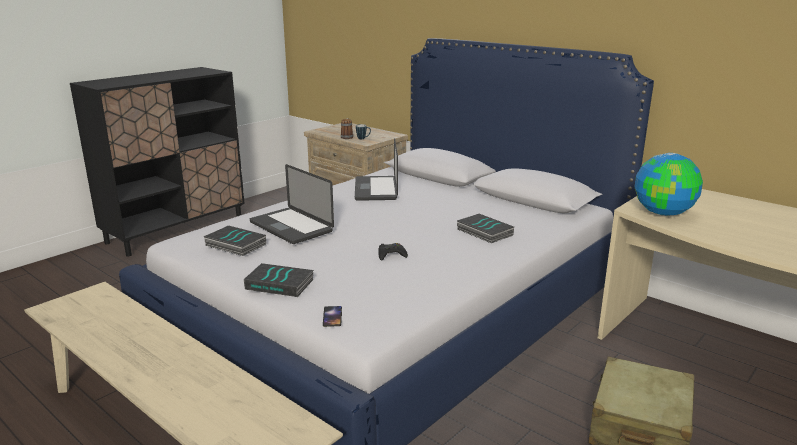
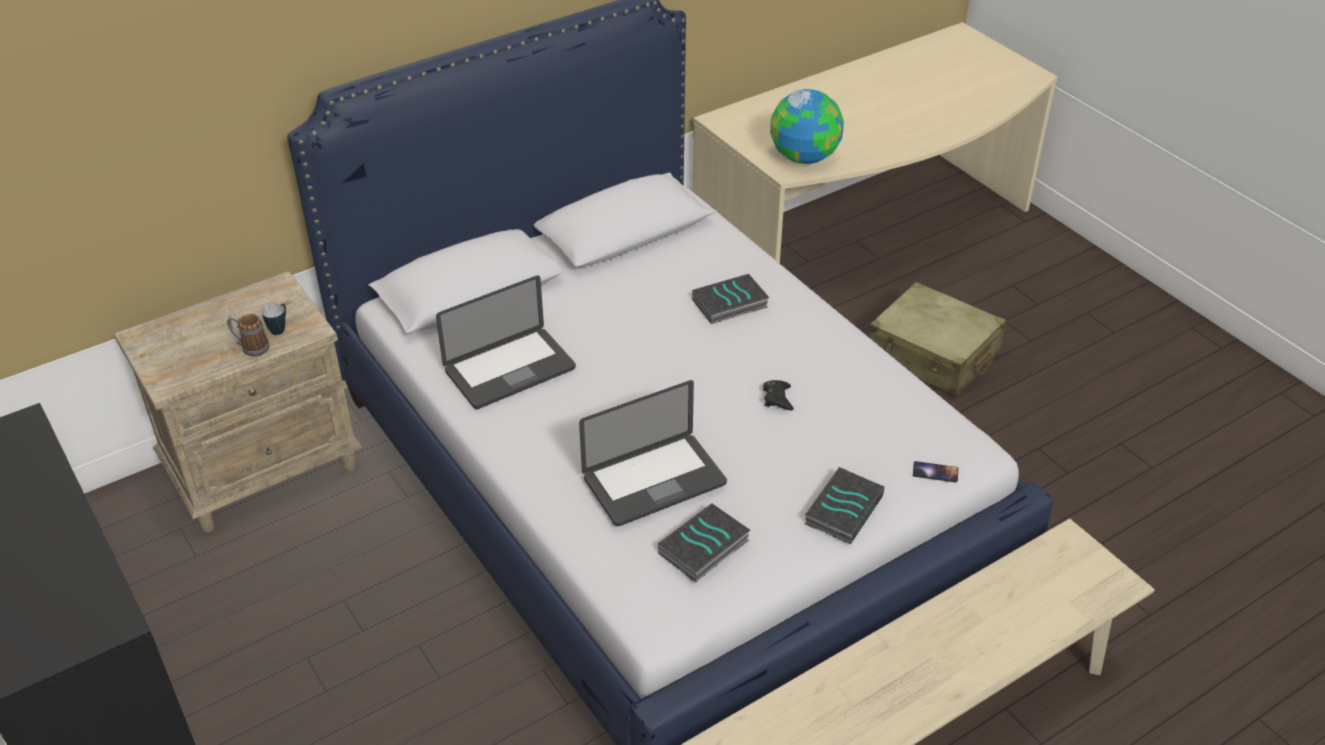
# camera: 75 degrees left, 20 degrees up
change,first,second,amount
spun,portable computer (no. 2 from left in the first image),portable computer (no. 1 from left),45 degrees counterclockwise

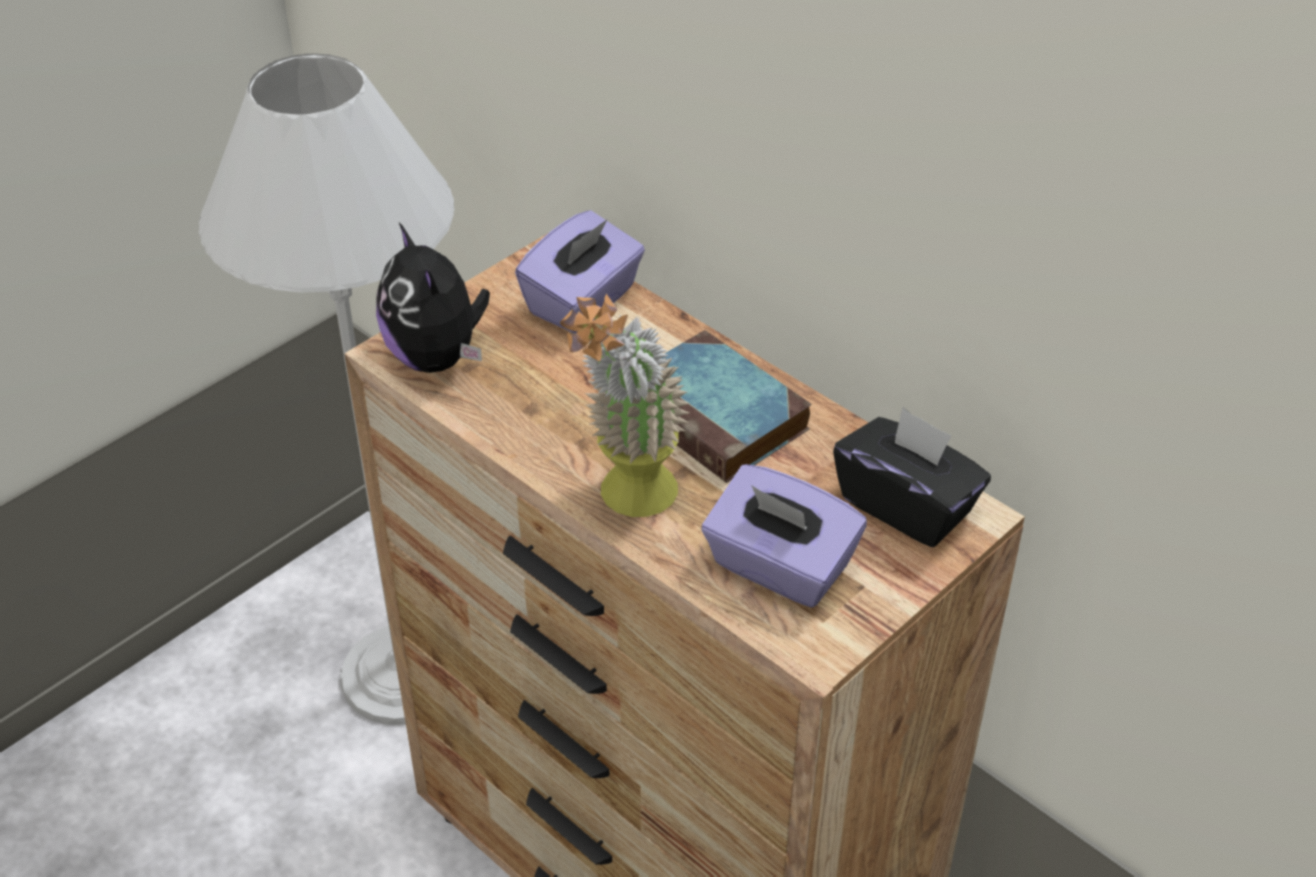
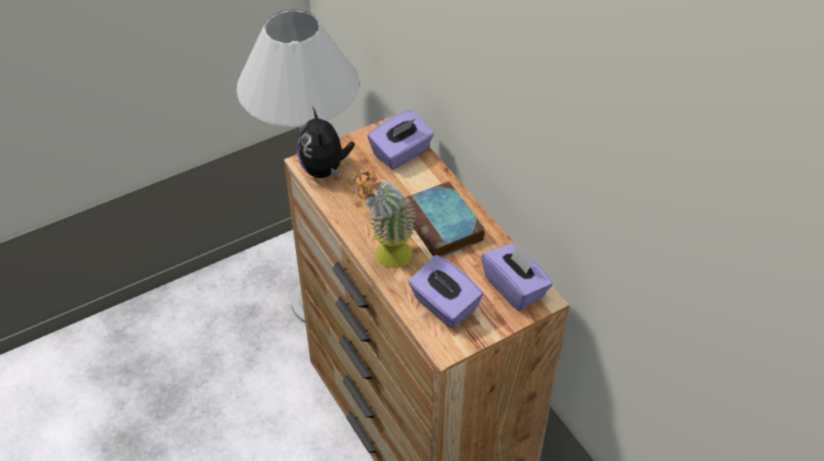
# camera: 15 degrees right, 5 degrees up
change,first,second,amount
colour,tissue holder (blackish),tissue holder (purple) (no. 3 from left),

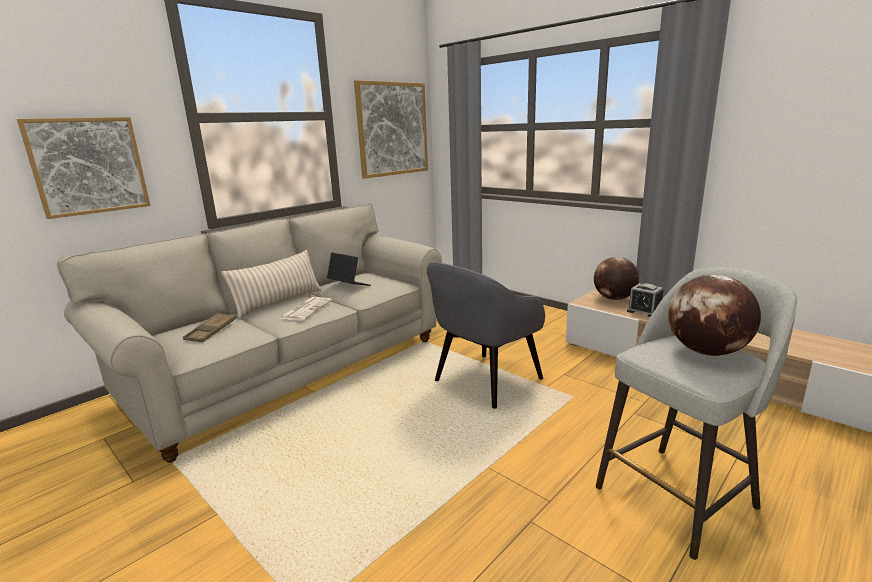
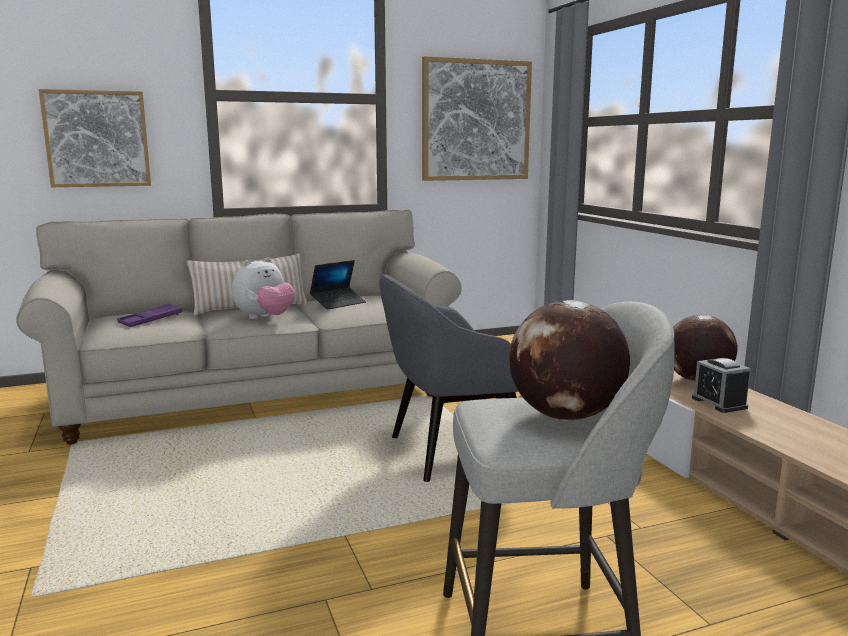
# camera: 25 degrees right, 5 degrees down
change,first,second,amount
colour,serving tray (brown-coloured),serving tray (purple),
exchanged,newspaper,plush toy,
spun,portable computer,,75 degrees clockwise

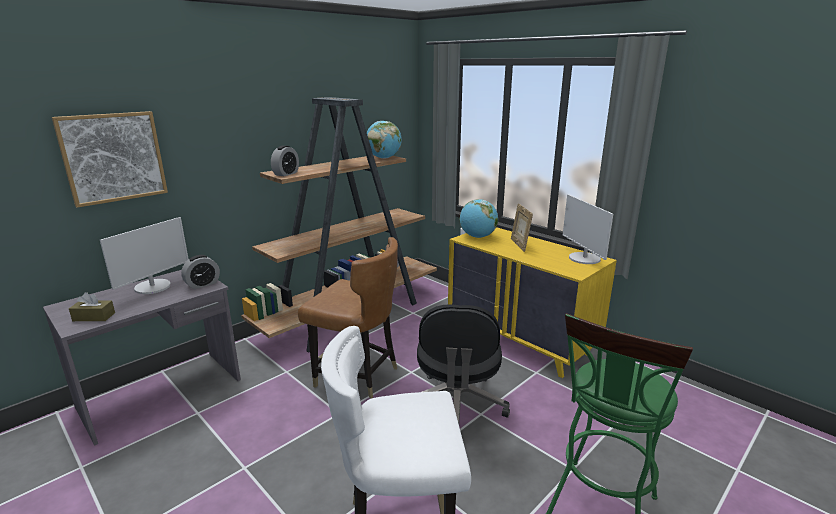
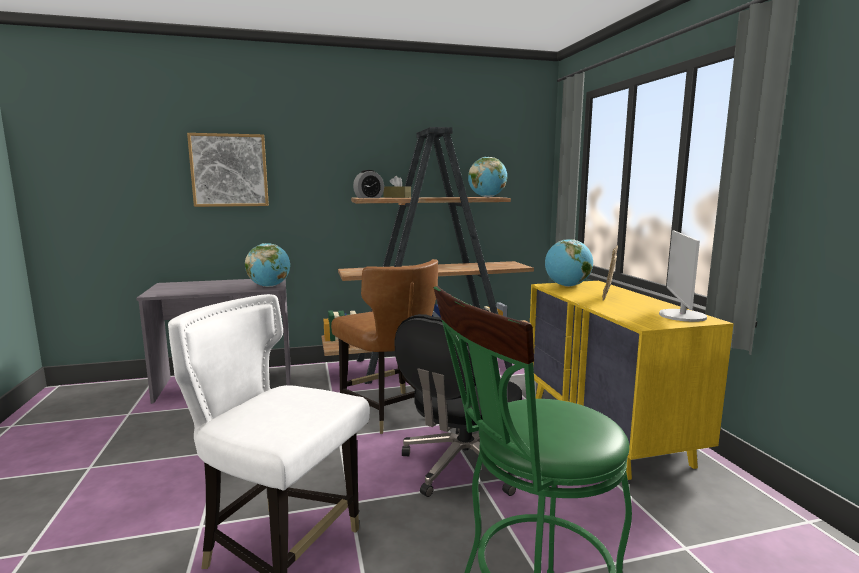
# camera: 30 degrees right, 10 degrees down
change,first,second,amount
exchanged,alarm clock (no. 1 from left),desk globe (no. 1 from left),
relocated,tissue holder (brown-coloured),,
missing,computer display (no. 1 from left),,

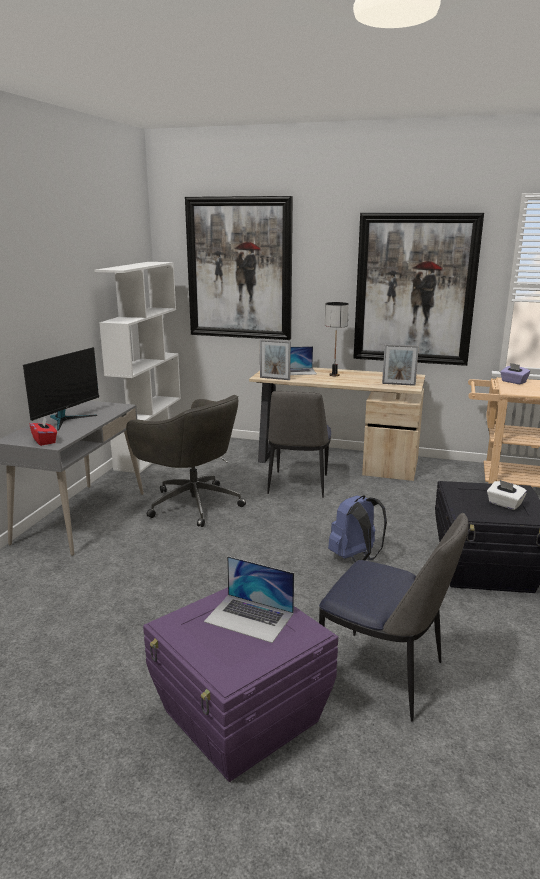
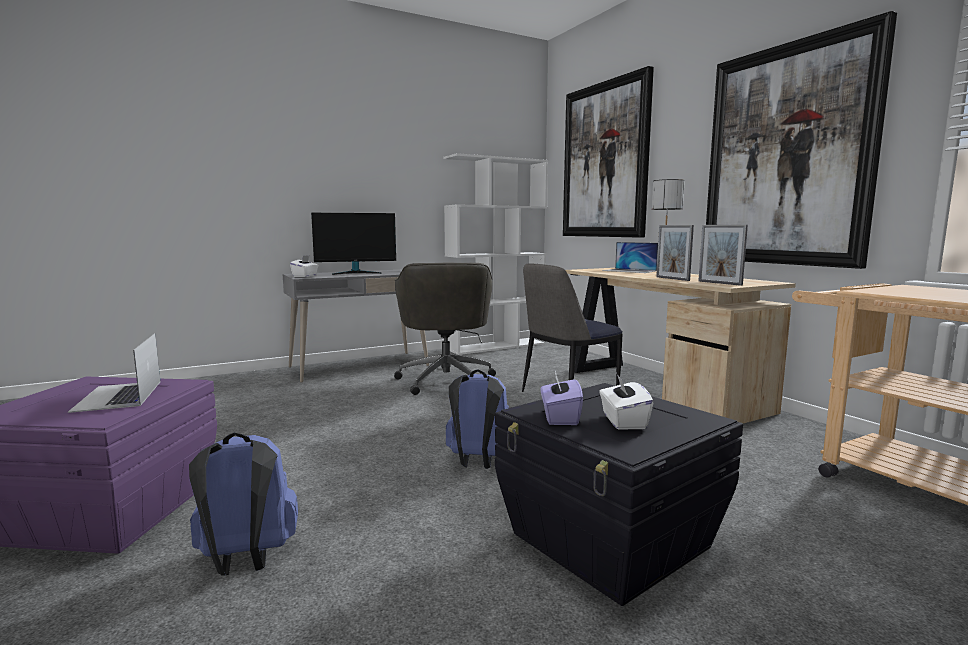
# camera: 45 degrees right, 10 degrees down
change,first,second,amount
exchanged,upright chair (no. 2 from left),rucksack (blue-coloured) (no. 1 from left),
colour,tissue holder (red),tissue holder (white) (no. 1 from left),
relocated,tissue holder (purple),,
relocated,standing frame (no. 1 from left),,

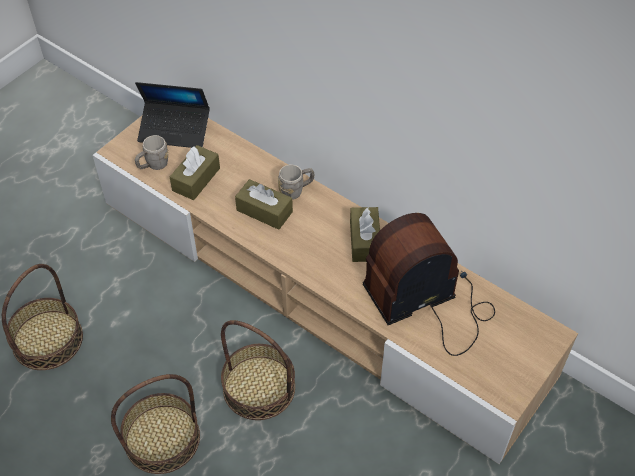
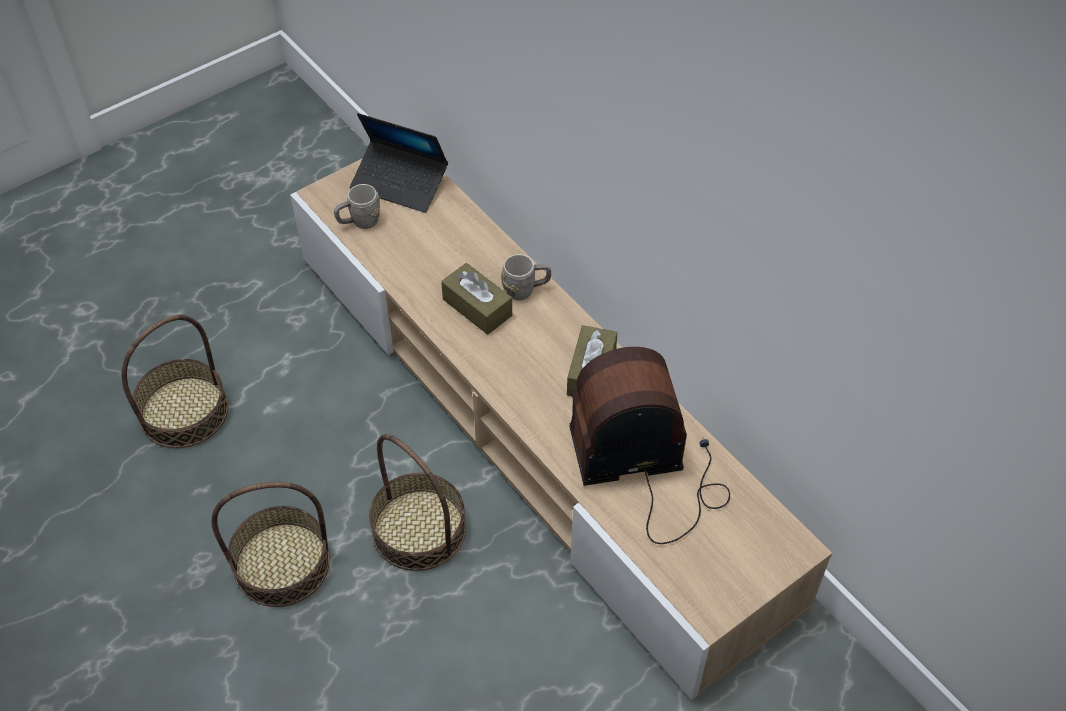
# camera: 15 degrees right, 0 degrees up
change,first,second,amount
missing,tissue holder (brown-coloured) (no. 1 from left),,

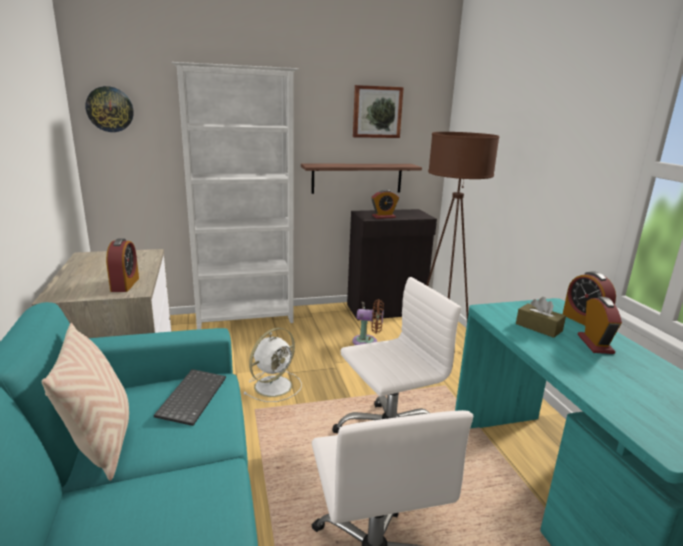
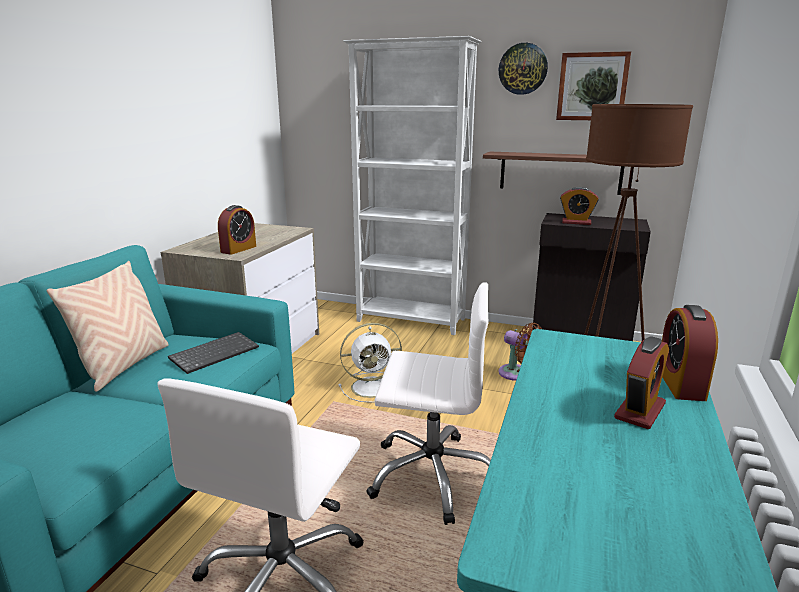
# camera: 35 degrees right, 0 degrees up
change,first,second,amount
relocated,hanging clock,,
missing,tissue holder (brown-coloured),,

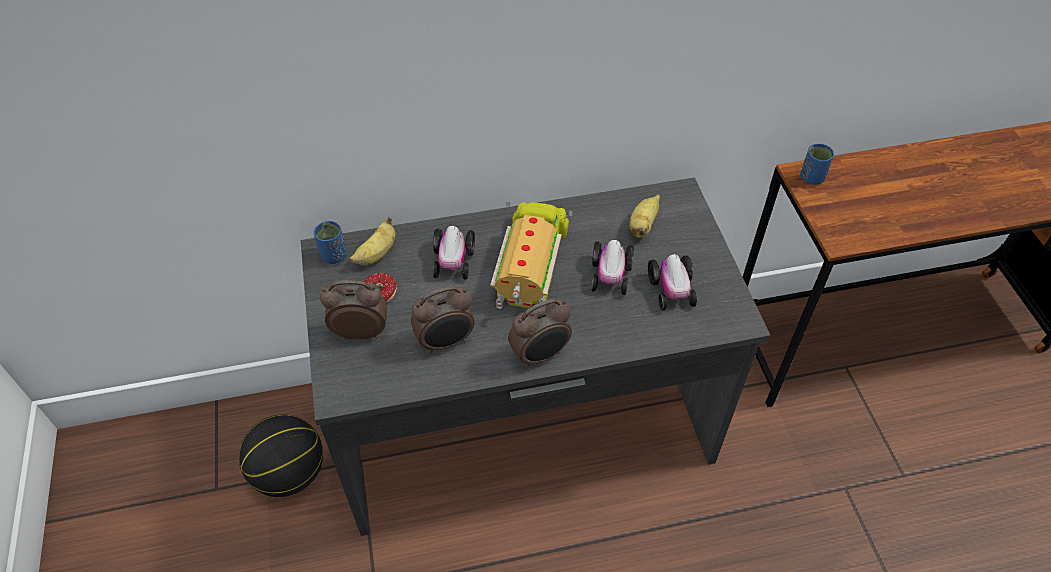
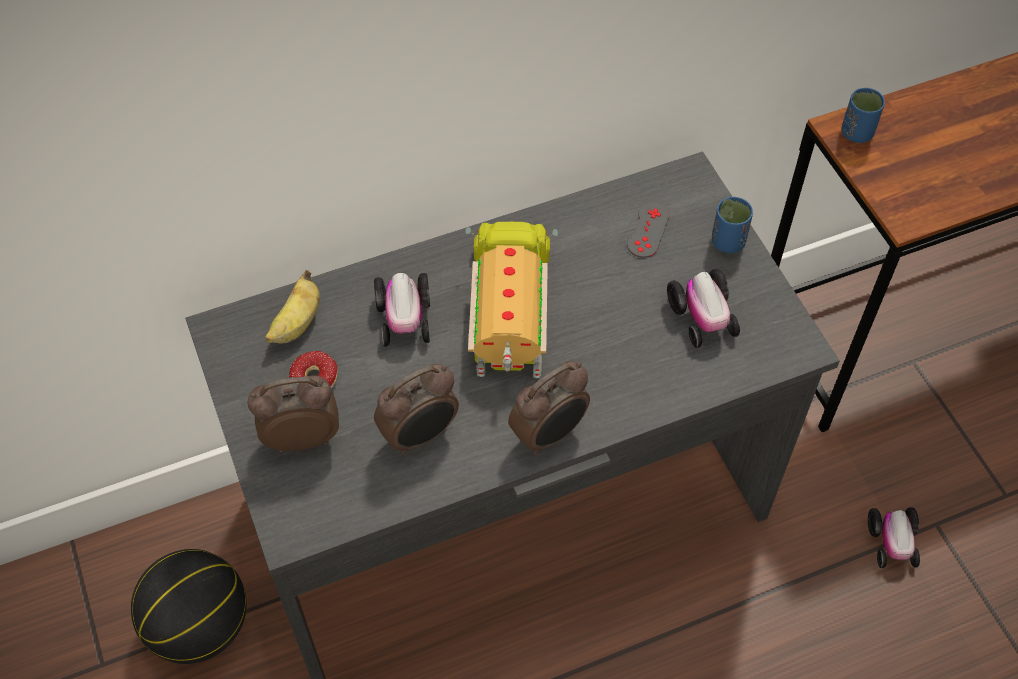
# camera: 10 degrees left, 5 degrees up
change,first,second,amount
exchanged,whole banana (no. 2 from left),joypad (gray),
relocated,cup (blue-coloured) (no. 1 from left),,
relocated,toy car (no. 2 from left in the first image),toy car (no. 3 from left),

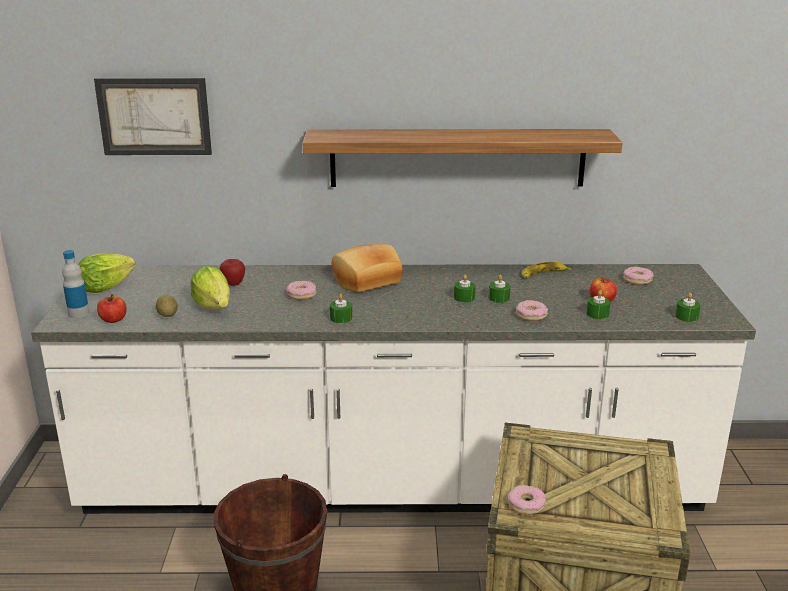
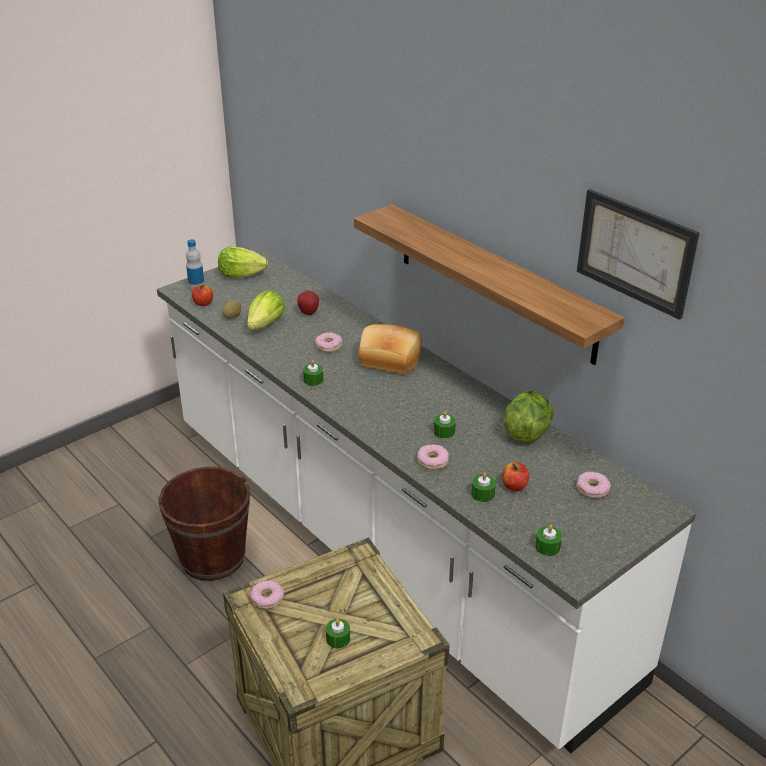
# camera: 50 degrees right, 10 degrees up
change,first,second,amount
relocated,candle (green-coloured) (no. 2 from left),,
exchanged,whole banana,lettuce head (no. 3 from left),
relocated,picture,,

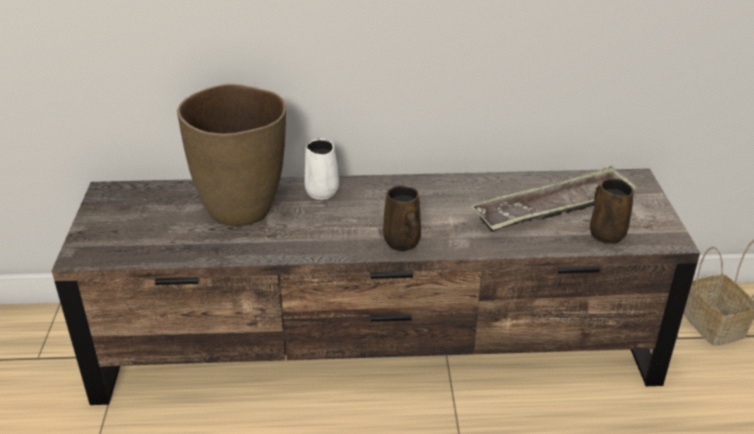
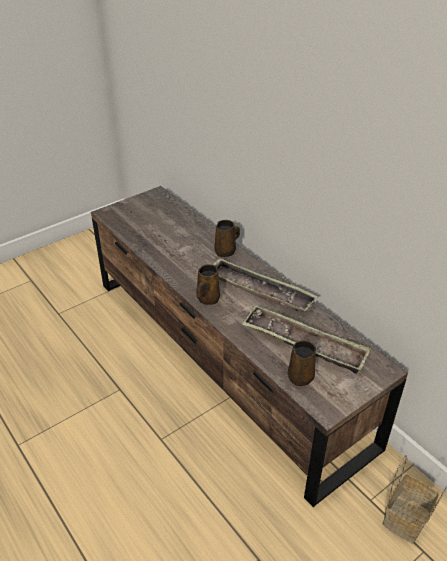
# camera: 55 degrees right, 5 degrees up
change,first,second,amount
appeared,,serving tray (no. 1 from left),
colour,mug (white),mug (brown-coloured) (no. 2 from left),
missing,flower vase (brown-coloured),,

